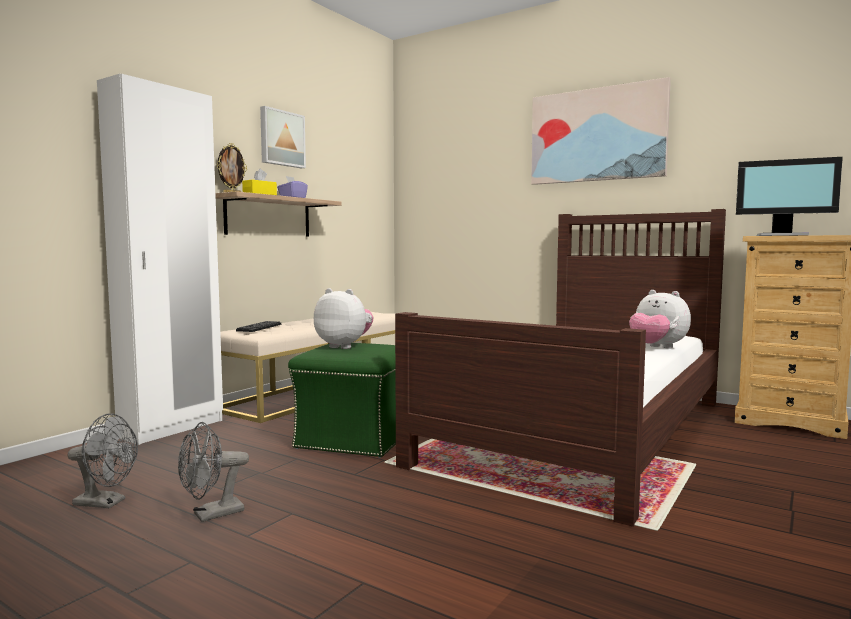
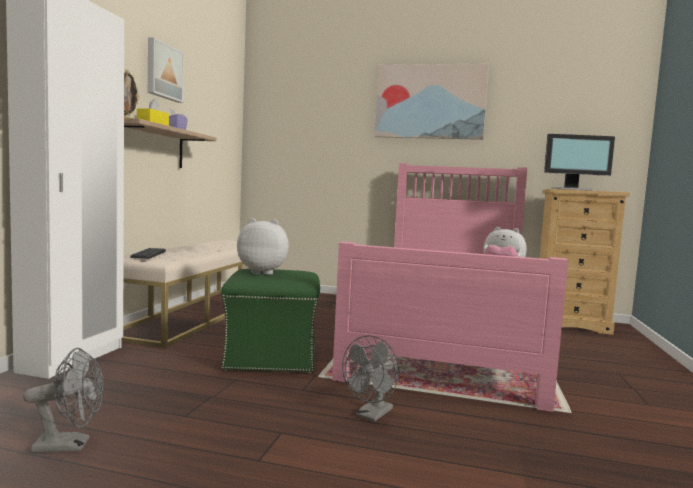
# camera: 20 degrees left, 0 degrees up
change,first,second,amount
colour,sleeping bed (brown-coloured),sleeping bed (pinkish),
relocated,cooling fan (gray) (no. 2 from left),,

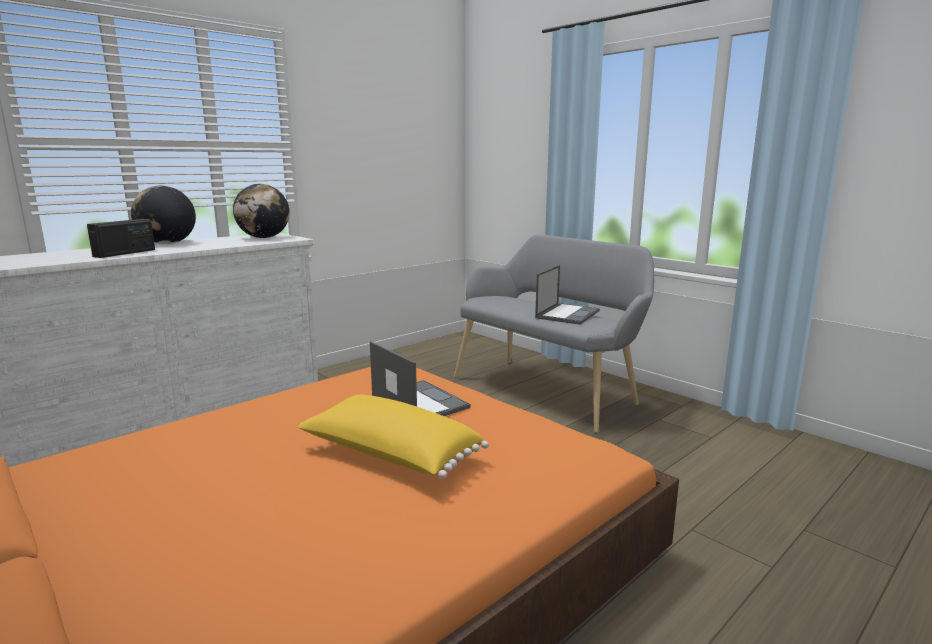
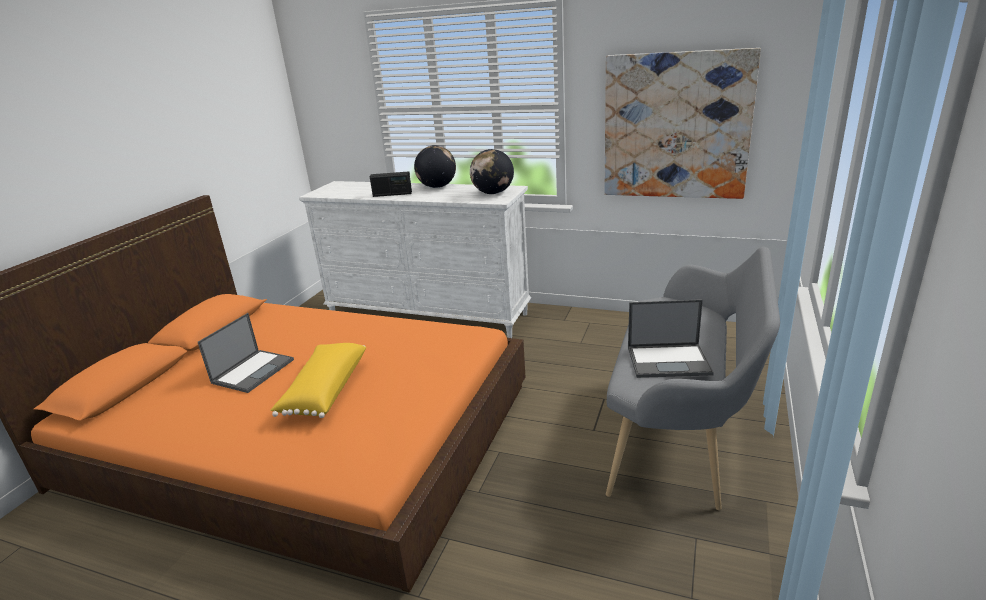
# camera: 65 degrees right, 10 degrees up
change,first,second,amount
relocated,portable computer (no. 1 from left),,
appeared,,picture,

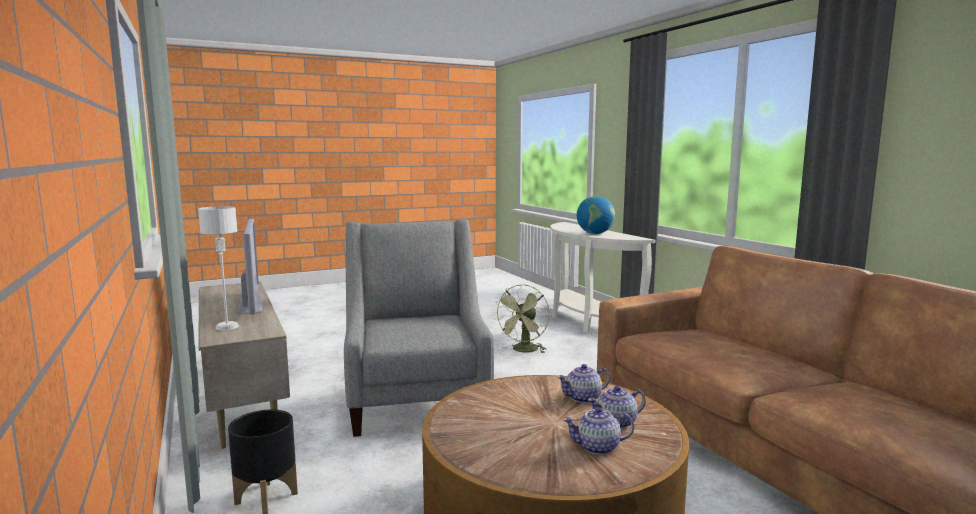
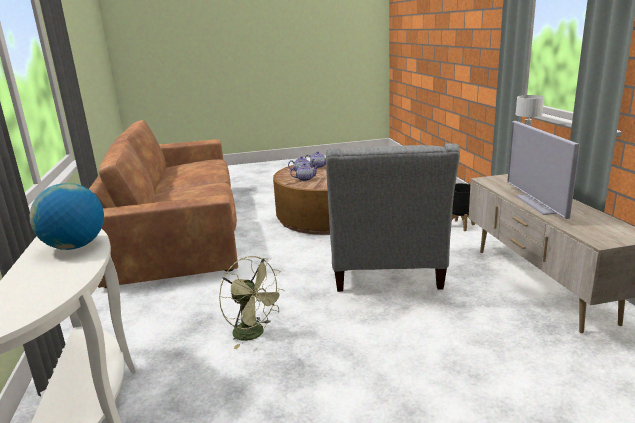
# camera: 165 degrees left, 10 degrees up
change,first,second,amount
spun,cooling fan (green-coloured),,90 degrees clockwise

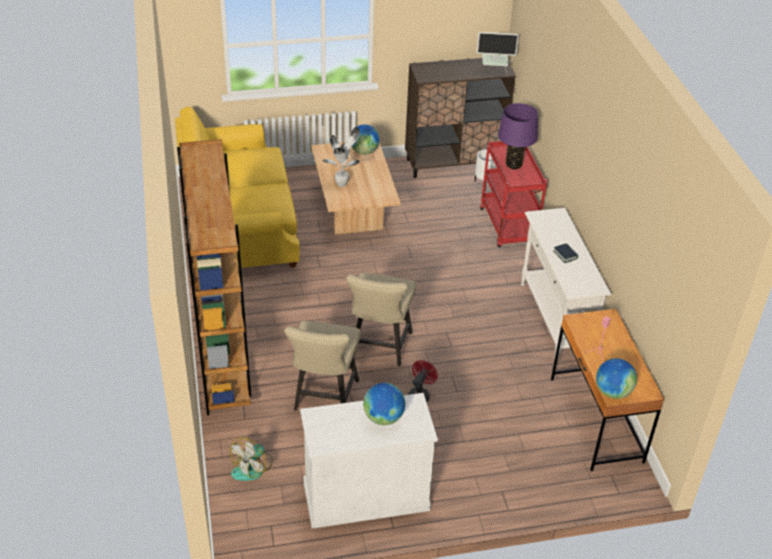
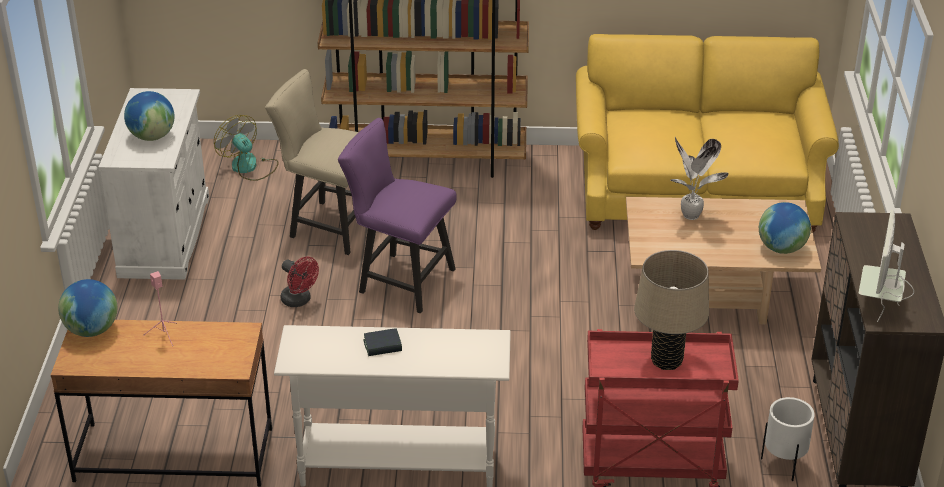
# camera: 105 degrees right, 5 degrees down
change,first,second,amount
colour,upright chair (beige-coloured) (no. 2 from left),upright chair (purple),
colour,lamp for a table (purple),lamp for a table (beige-coloured),

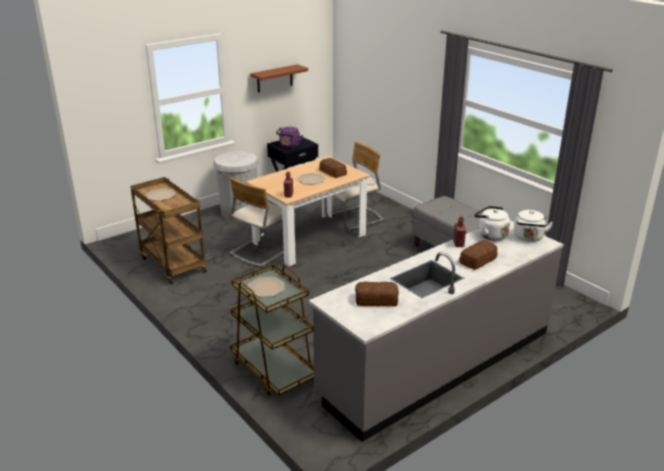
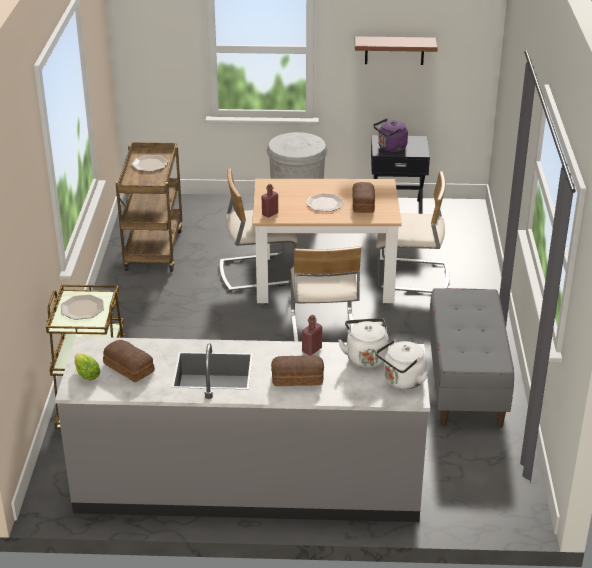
# camera: 40 degrees right, 5 degrees up
change,first,second,amount
appeared,,lettuce head,
appeared,,upright chair (beige-coloured) (no. 2 from left),

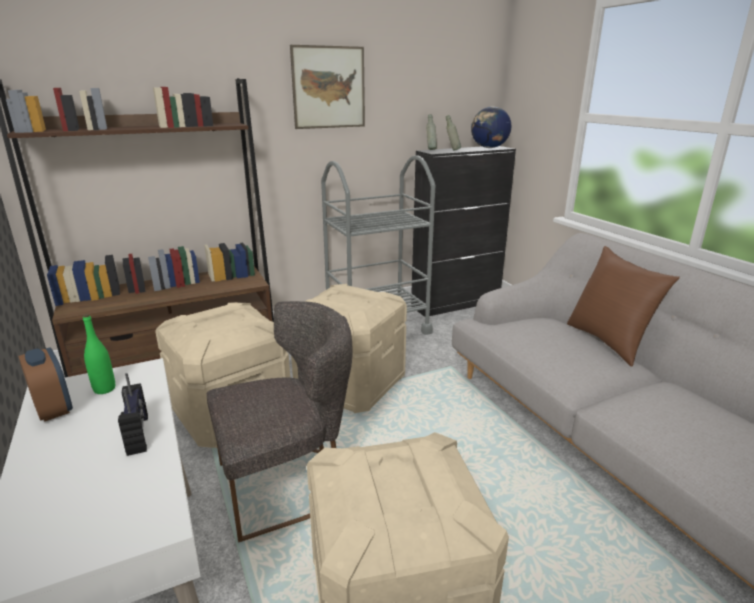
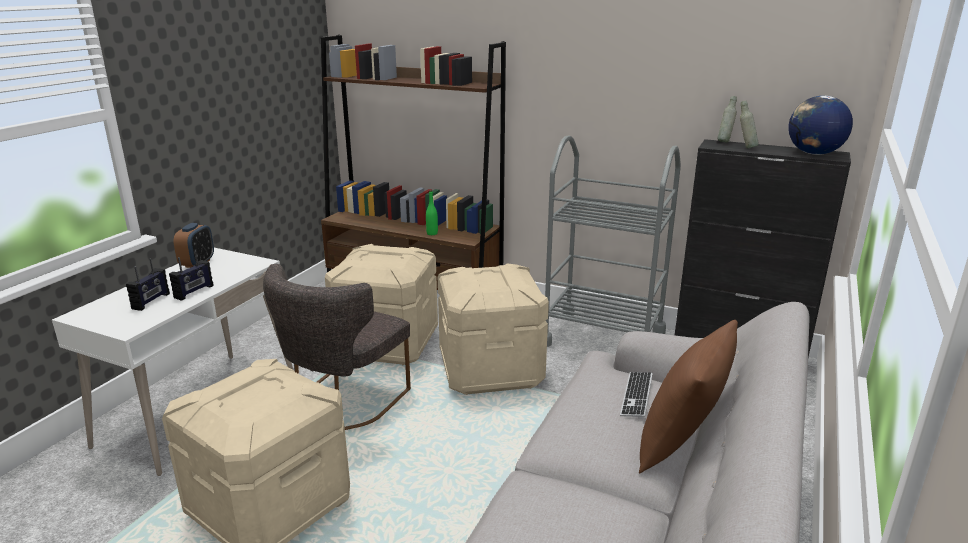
# camera: 50 degrees right, 0 degrees up
change,first,second,amount
appeared,,radio (no. 1 from left),
spun,upright chair (gray),,90 degrees clockwise
relocated,drink bottle (green-coloured),,
appeared,,computer keyboard,
missing,picture,,

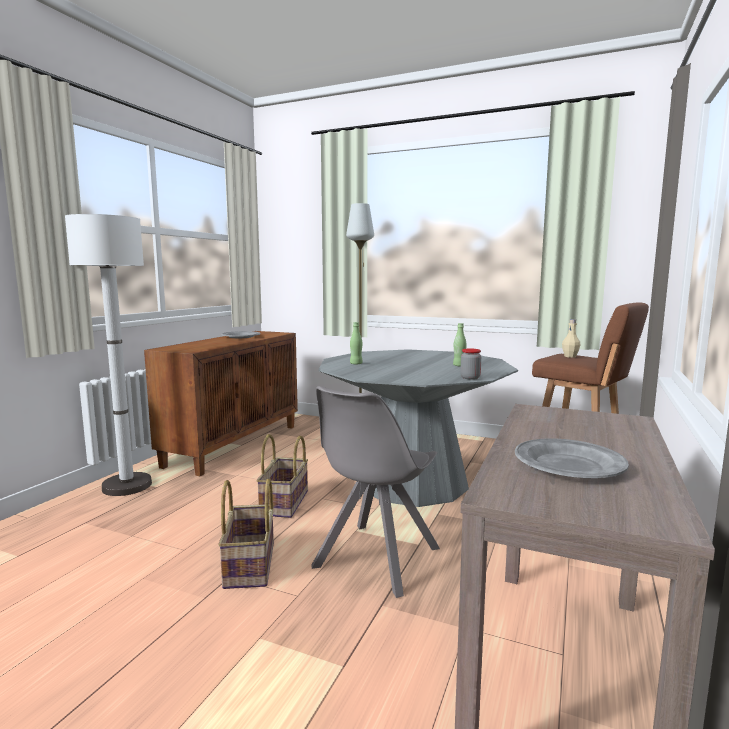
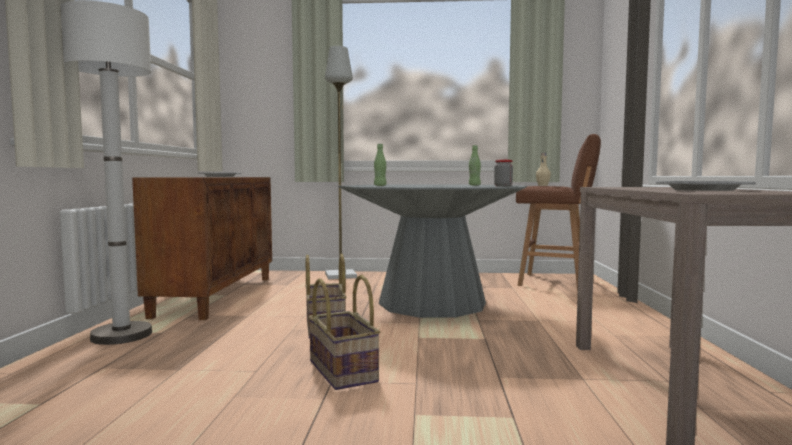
# camera: 20 degrees left, 5 degrees down
change,first,second,amount
missing,upright chair (gray),,

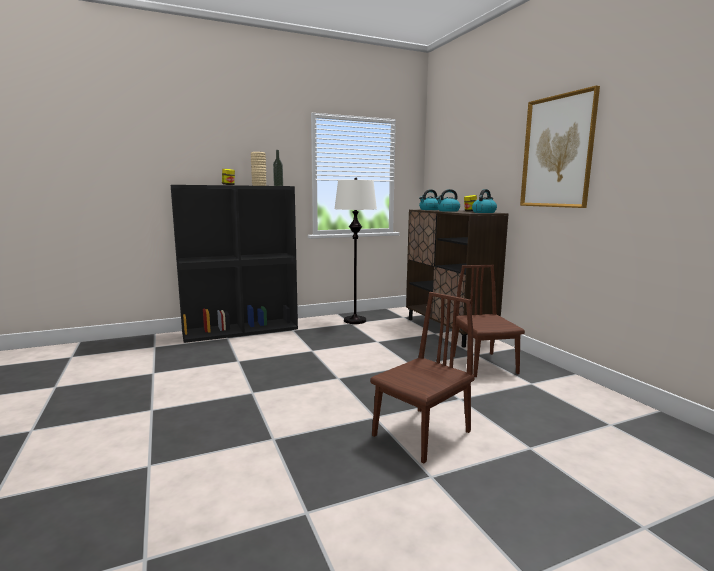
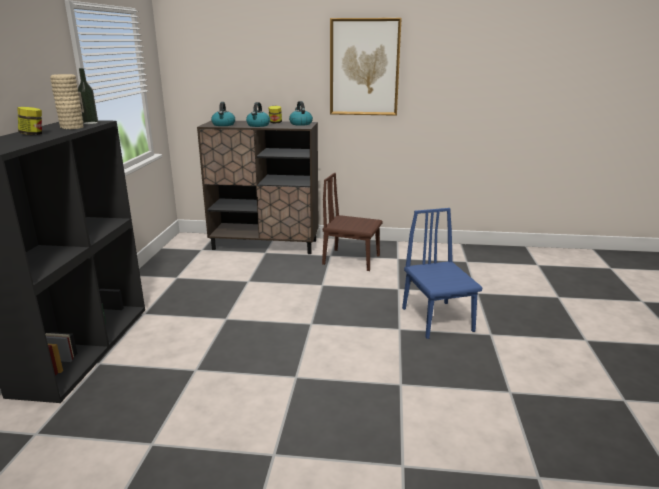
# camera: 60 degrees left, 10 degrees up
change,first,second,amount
colour,upright chair (brown-coloured) (no. 1 from left),upright chair (blue-coloured),
missing,standing lamp (white),,

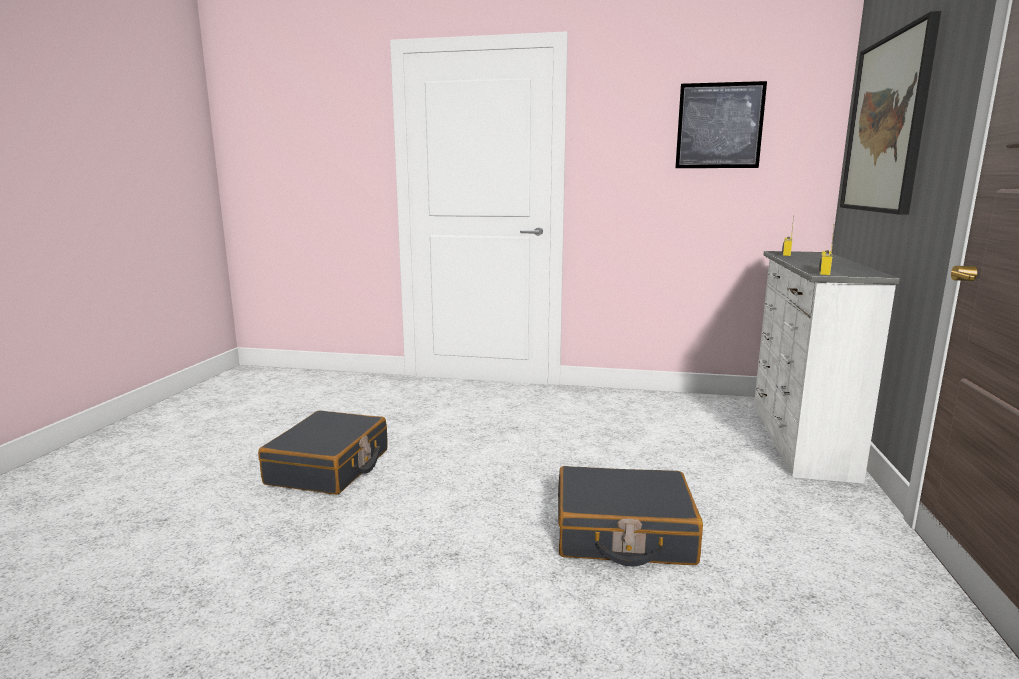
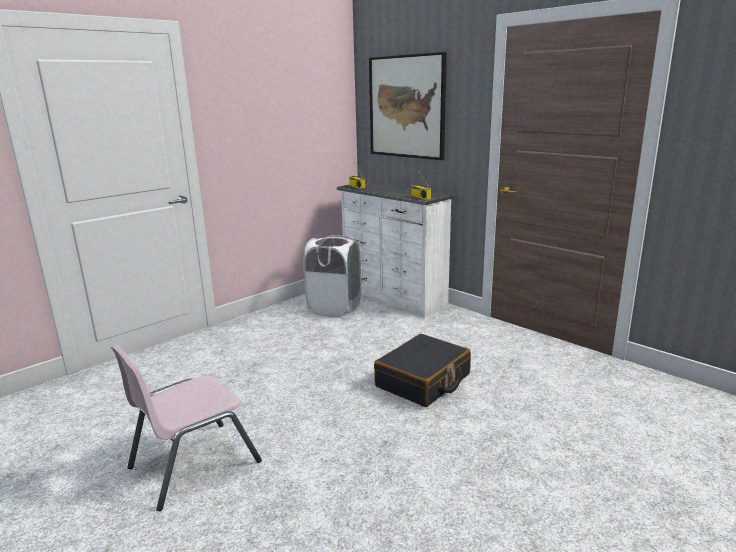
# camera: 55 degrees left, 5 degrees up
change,first,second,amount
exchanged,travel case (blackish) (no. 1 from left),upright chair (pinkish),
appeared,,laundry basket (white),
missing,picture (no. 1 from left),,

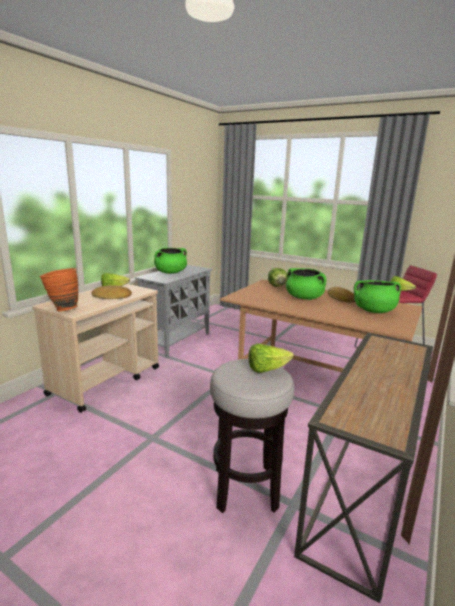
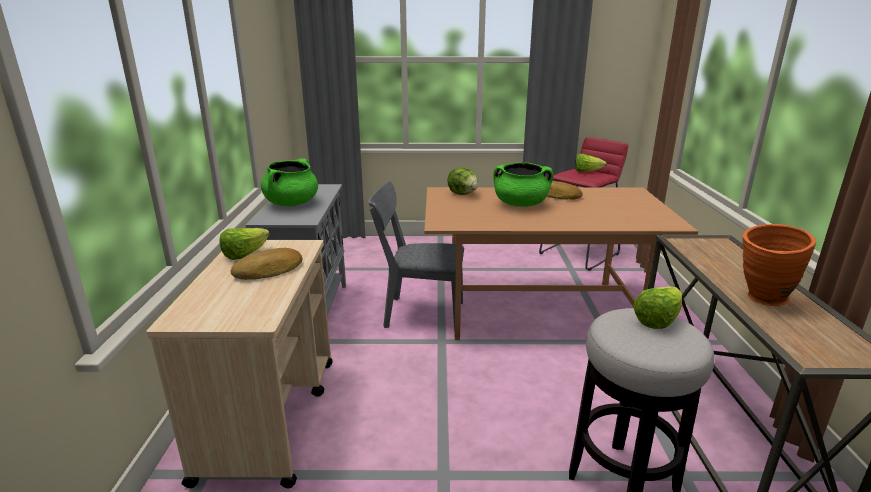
# camera: 30 degrees left, 5 degrees up
change,first,second,amount
appeared,,upright chair (gray),
relocated,flower vase (orange),,
missing,cooking pot (green-coloured) (no. 3 from left),,

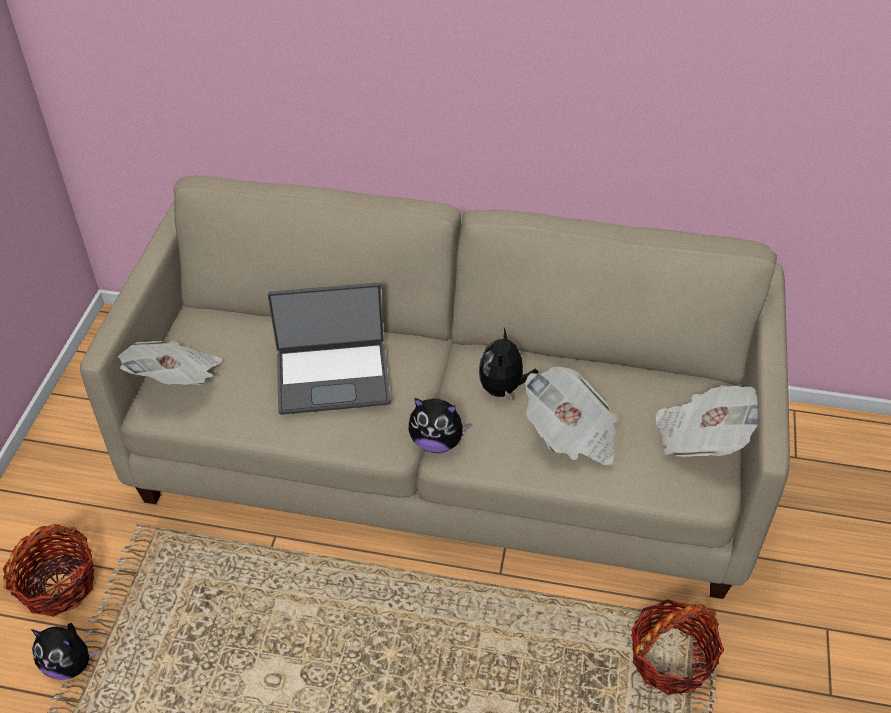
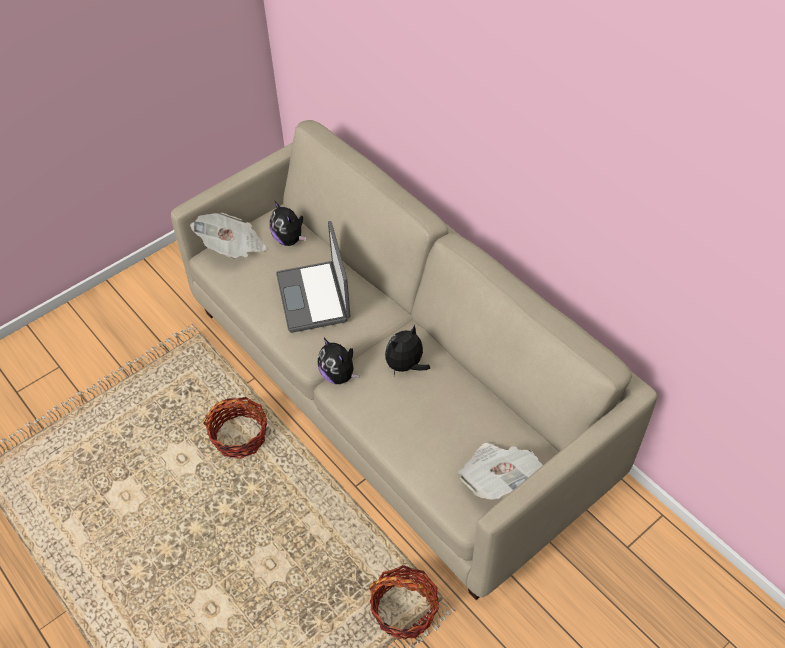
# camera: 40 degrees right, 5 degrees up
change,first,second,amount
relocated,storage basket (no. 1 from left),,
relocated,plush toy (no. 1 from left),,
spun,portable computer,,45 degrees clockwise
missing,newspaper (no. 2 from left),,

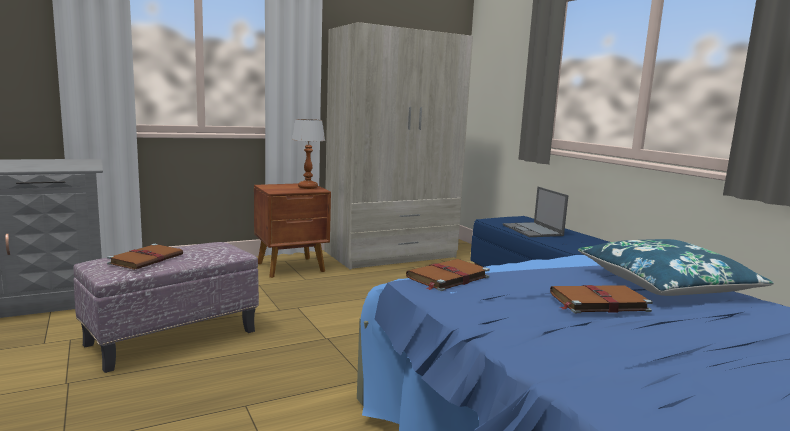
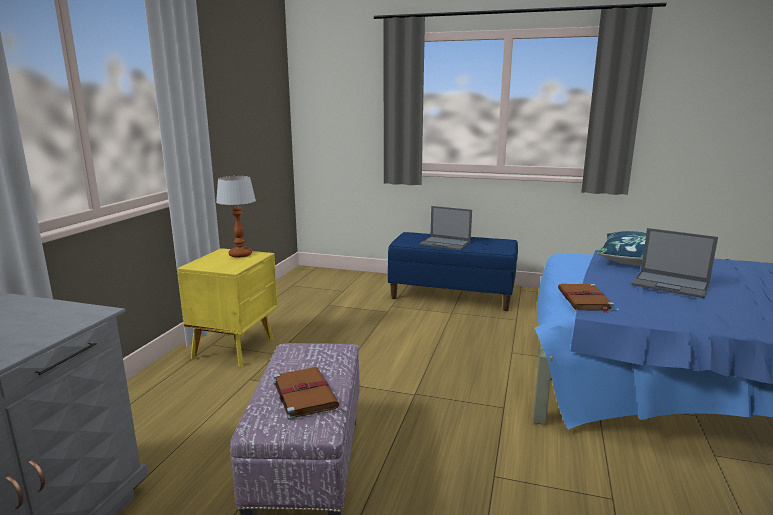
# camera: 45 degrees left, 5 degrees up
change,first,second,amount
colour,bedside table (brown-coloured),bedside table (yellow),
exchanged,bound book (brown-coloured) (no. 3 from left),portable computer (no. 2 from left),
missing,clothes cupboard (beige-coloured),,

